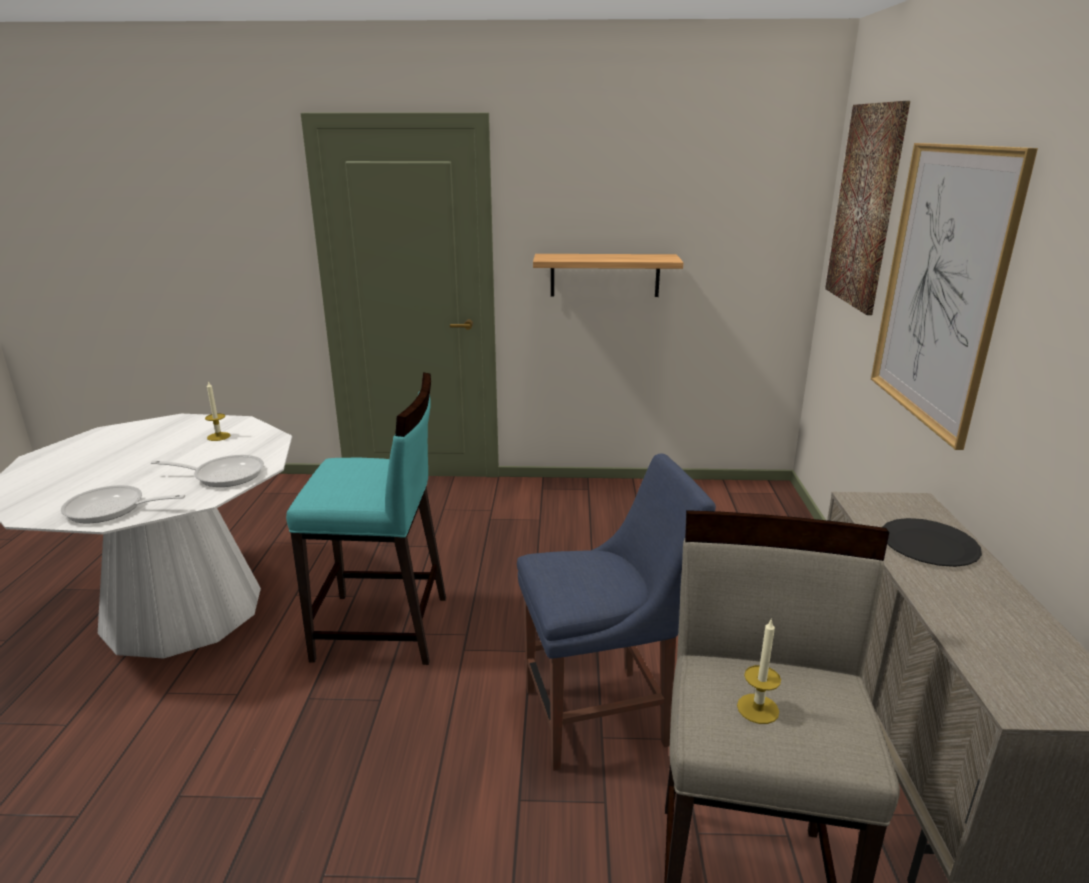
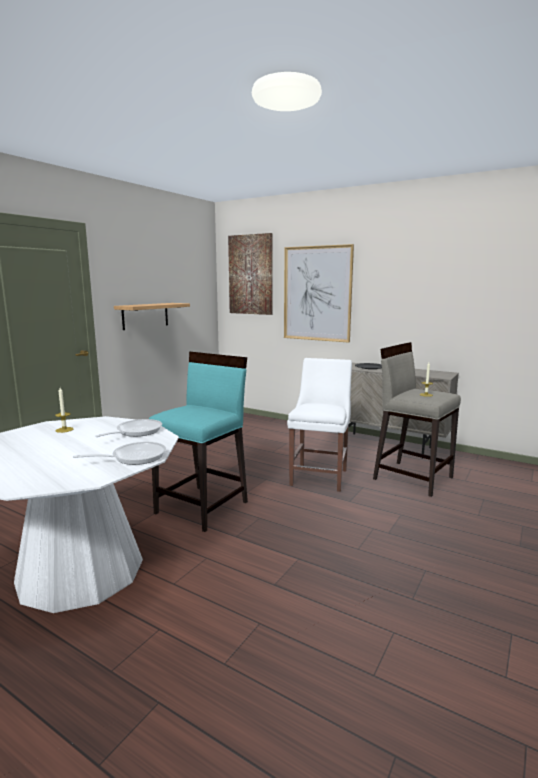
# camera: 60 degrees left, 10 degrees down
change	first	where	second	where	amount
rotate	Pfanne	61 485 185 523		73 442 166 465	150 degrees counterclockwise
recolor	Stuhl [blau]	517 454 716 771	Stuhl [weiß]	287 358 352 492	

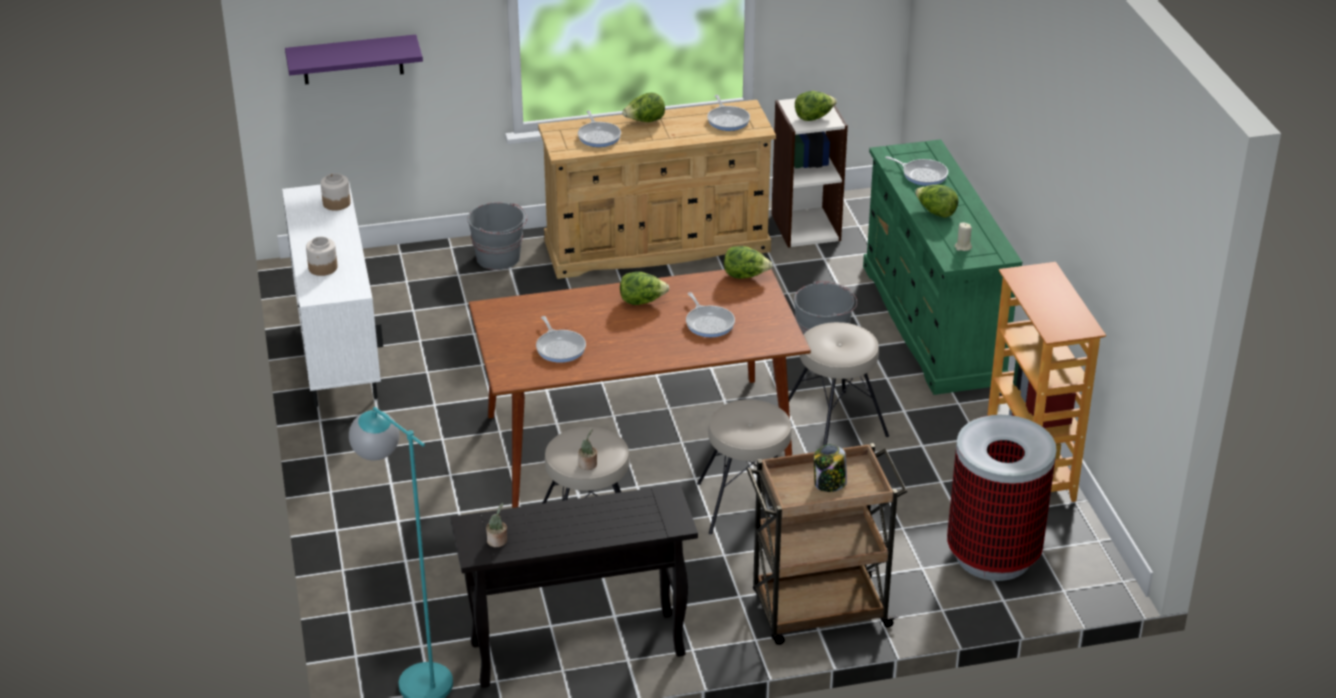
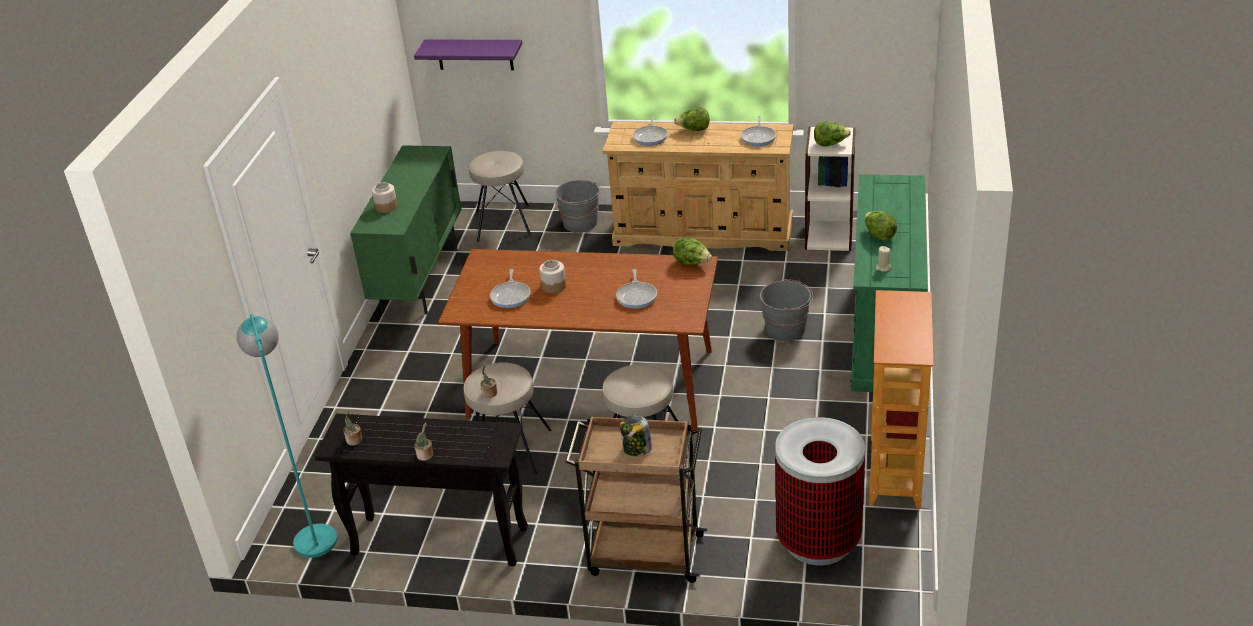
# camera: 25 degrees right, 0 degrees up
change	first	where	second	where	amount
recolor	Schrank [weiß]	282 183 383 407	Schrank [grün]	350 145 461 315	
insert			Topfpflanze	414 422 433 461	
move	Hocker [beige]	789 322 889 446		469 151 531 242	
move	Vorratsglas	321 173 351 211		539 260 566 293	
delete	Salatkopf	620 272 669 305			
delete	Pfanne	885 156 948 186			

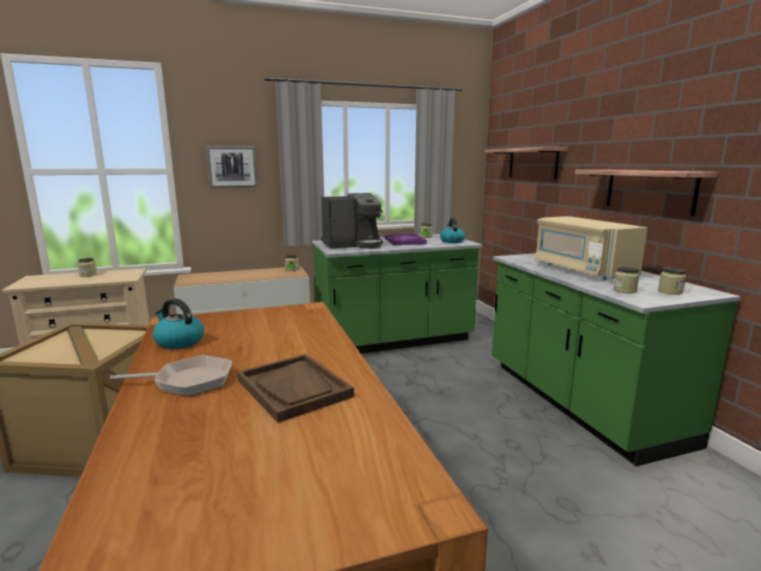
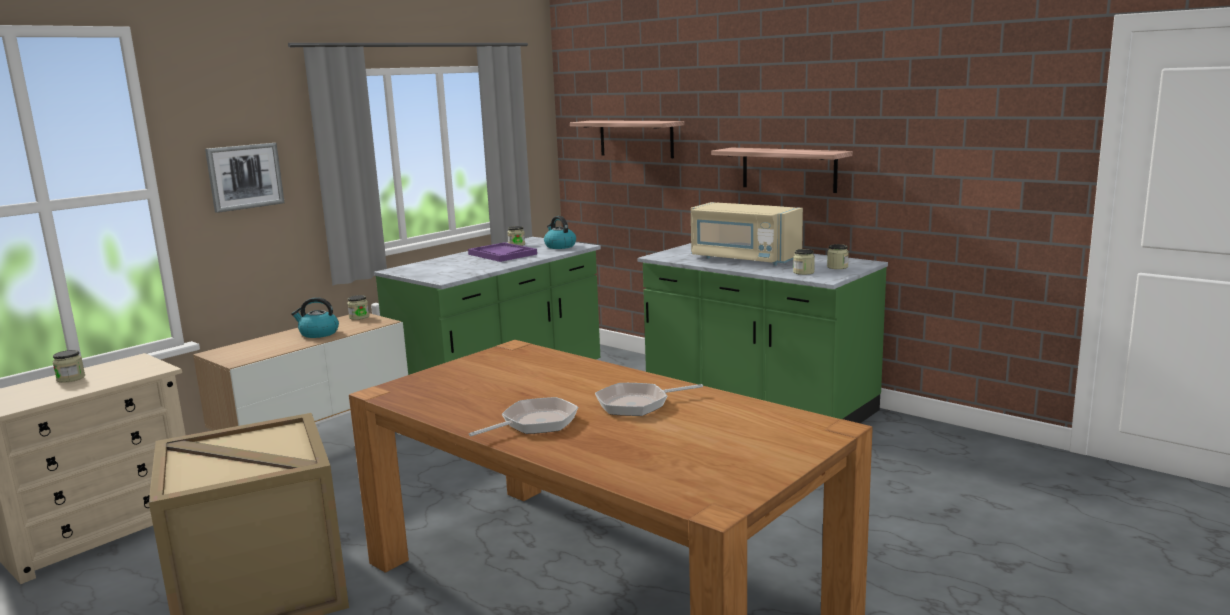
# camera: 30 degrees left, 0 degrees up
change	first	where	second	where	amount
move	Wasserkessel	153 298 204 349		291 297 339 338	
replace	Tablett [braun]	237 354 354 423	Pfanne	595 383 703 416	
delete	Kaffeemaschine	321 193 383 249			

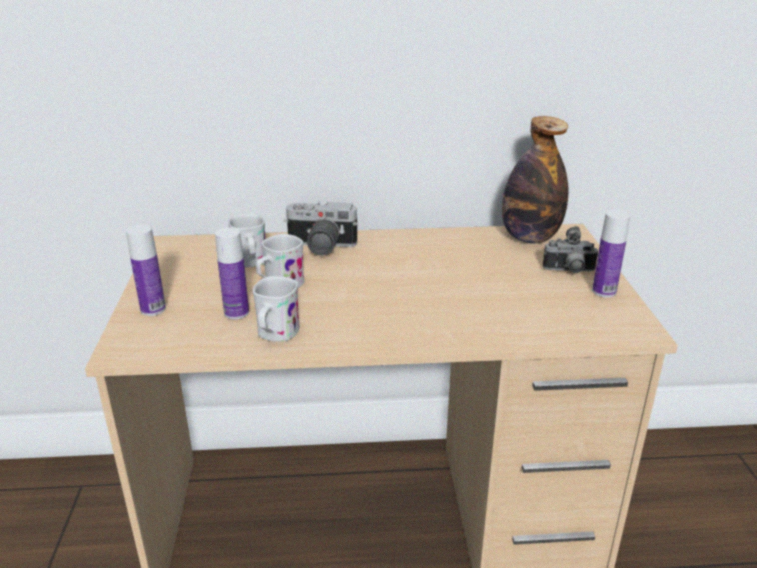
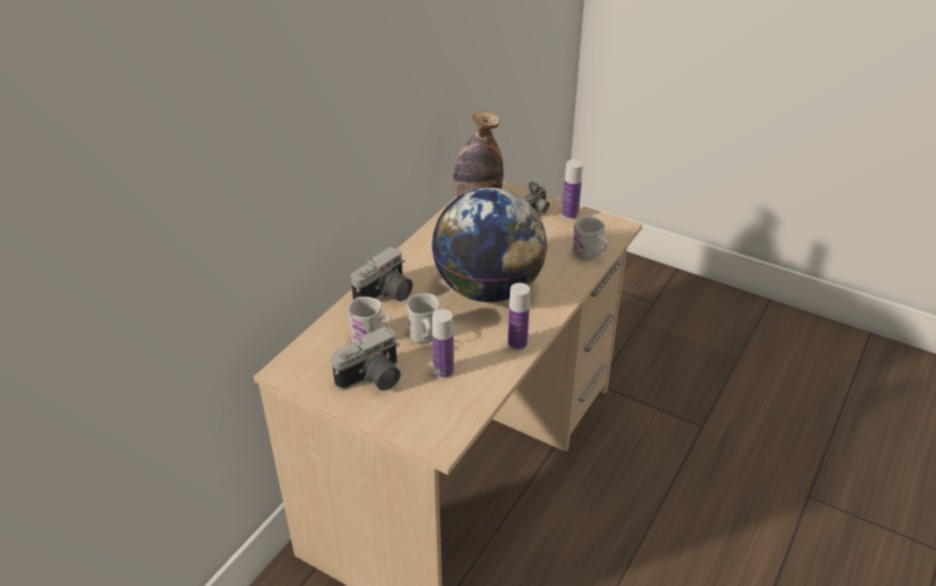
# camera: 55 degrees left, 10 degrees up
change	first	where	second	where	amount
insert			Kamera	331 327 401 391	
insert			Globus	432 188 547 302	
move	Flasche	126 224 166 316		508 283 530 351	
move	Henkelbecher [weiß]	253 276 299 342		572 216 608 262	

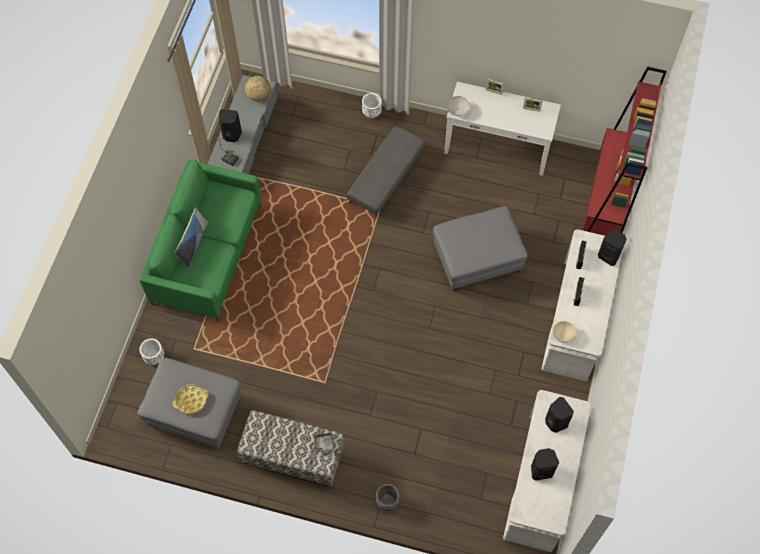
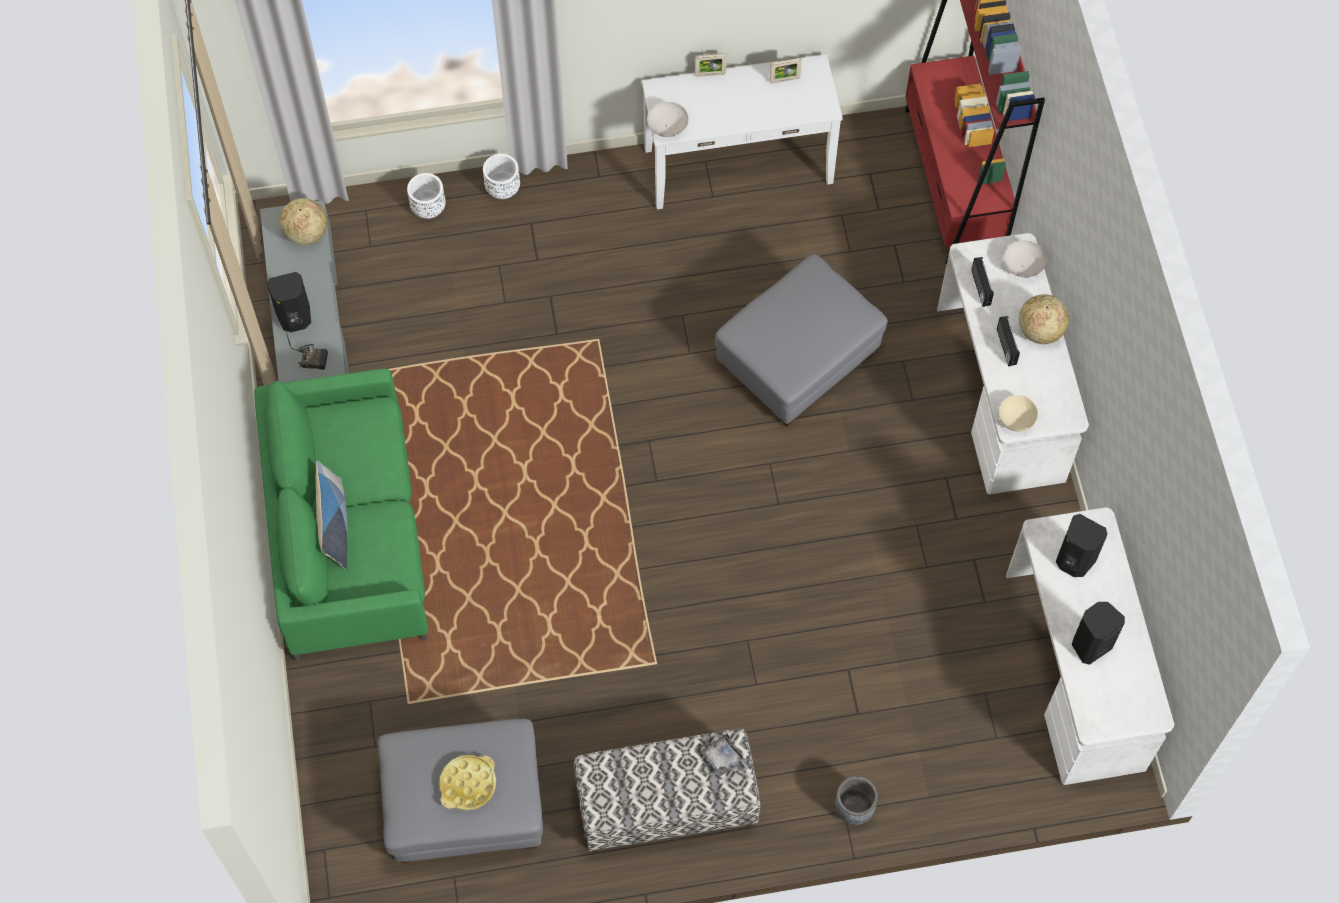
# camera: 25 degrees left, 0 degrees up
change	first	where	second	where	amount
move	Pflanzkübel [weiß]	139 338 164 365		407 173 446 219	
replace	Lautsprecher [schwarz]	598 230 627 266	Schüssel [weiß]	1004 240 1047 278	
insert			Globus	1019 294 1069 344	
delete	Polsterhocker [grau]	347 126 425 217			

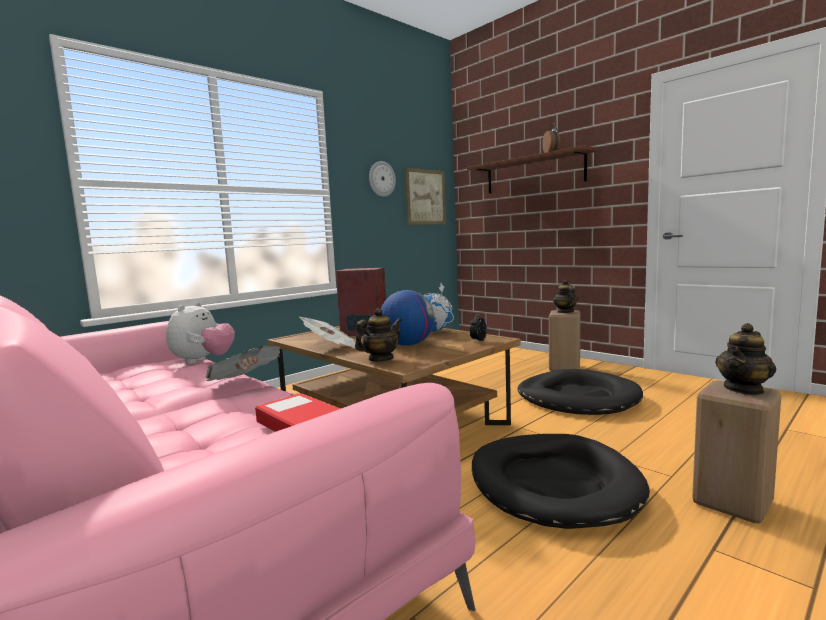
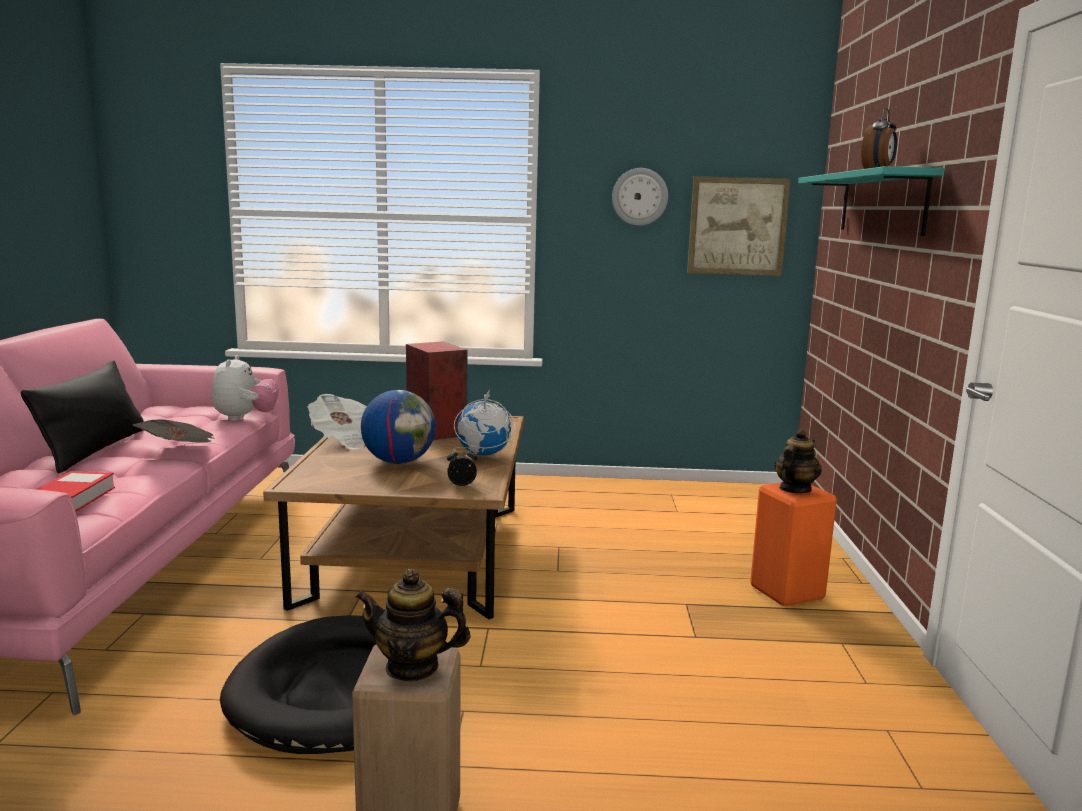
# camera: 45 degrees right, 5 degrees up
change	first	where	second	where	amount
insert			Kissen [schwarz]	21 360 144 473	
rotate	Plüschtier	166 302 235 364		212 355 279 421	60 degrees counterclockwise
recolor	Hocker [beige]	549 310 580 371	Hocker [orange]	750 483 837 606	
recolor	Wandregal [braun]	467 145 598 194	Wandregal [türkis]	798 166 944 236	
delete	Teekanne	355 308 402 362			
delete	Hundebett [schwarz]	517 369 643 415			

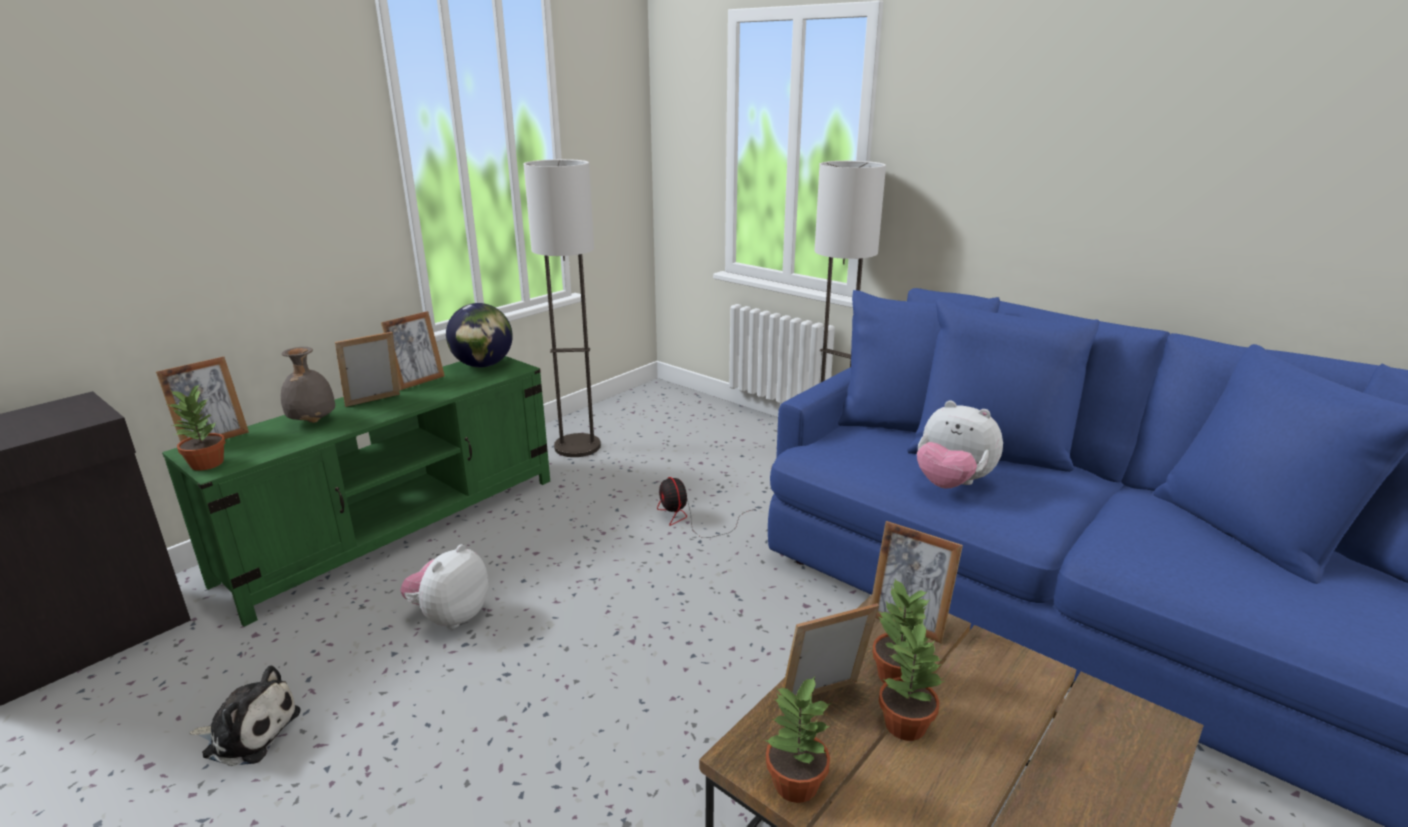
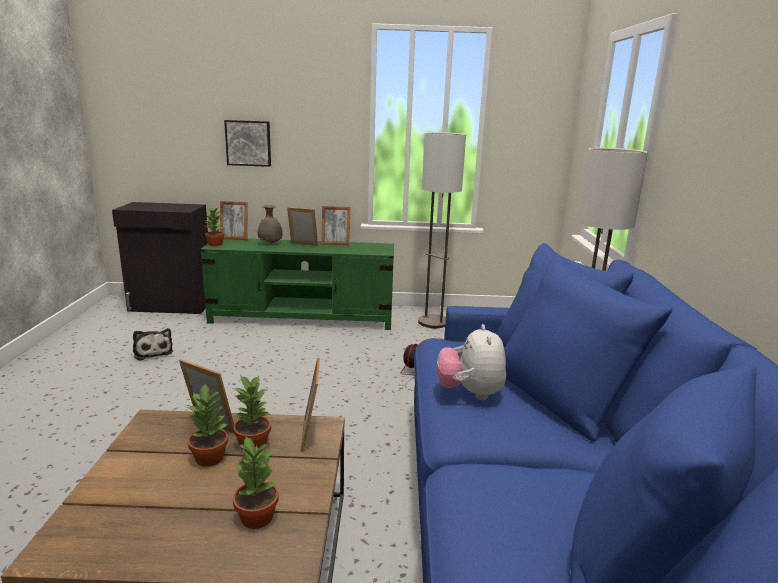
# camera: 50 degrees right, 5 degrees down
change	first	where	second	where	amount
insert			Bild	224 120 271 167	
move	Topfpflanze	764 676 831 803		233 436 279 529	
delete	Plüschtier	400 544 489 629			
delete	Globus	446 303 513 367			

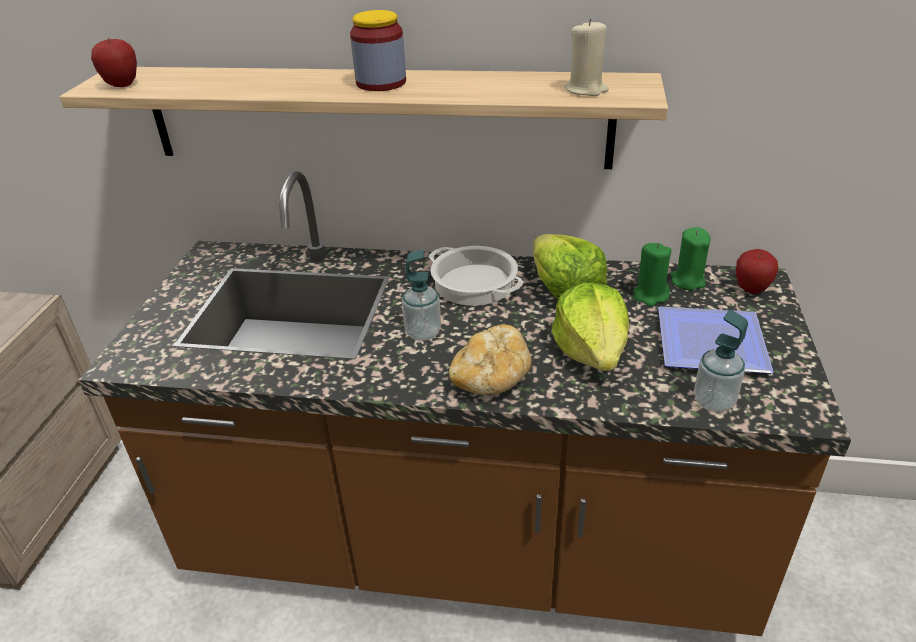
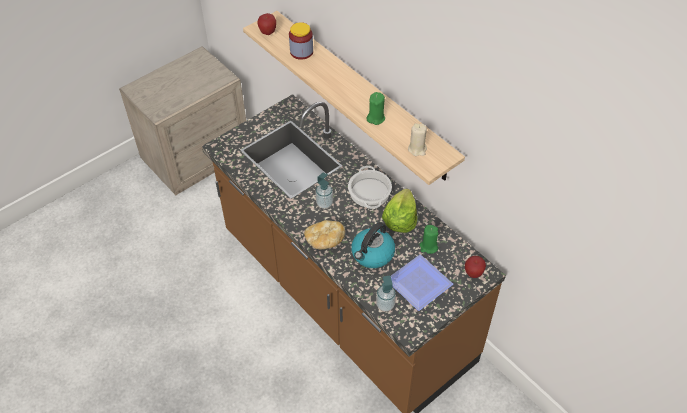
# camera: 40 degrees right, 15 degrees up
change	first	where	second	where	amount
move	Vorratsglas	350 10 406 91		289 22 313 60	
replace	Salatkopf	552 282 629 371	Wasserkessel	351 222 395 268	
move	Kerze [grün]	670 227 711 290		366 92 385 125	

